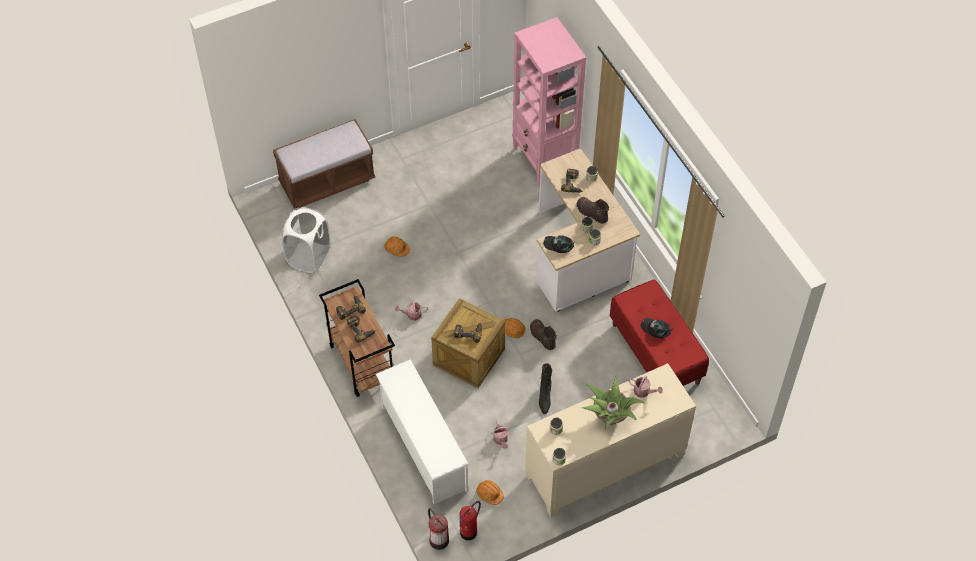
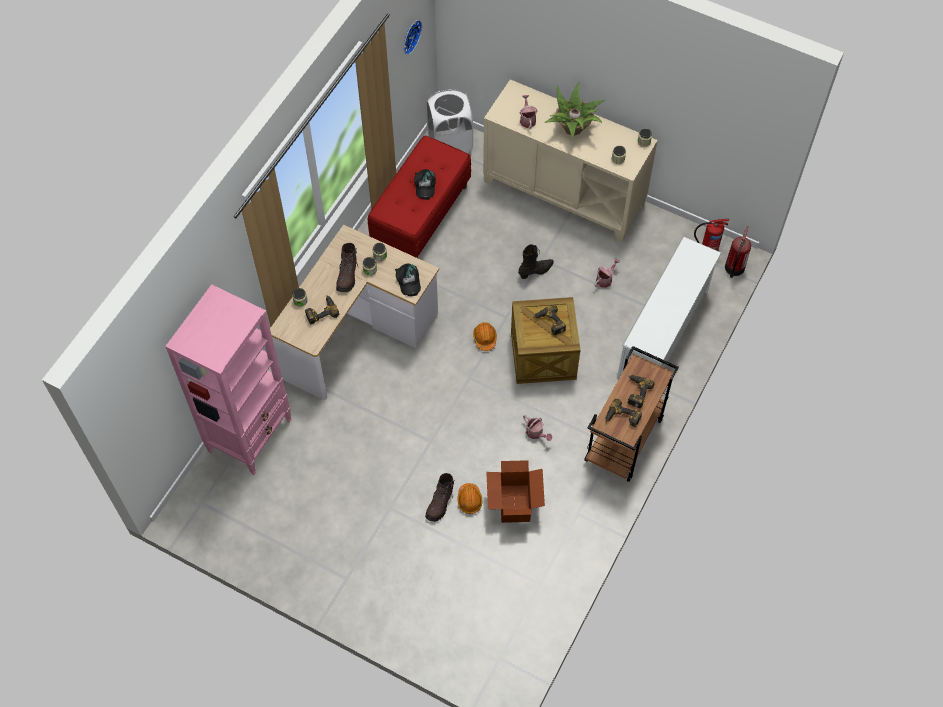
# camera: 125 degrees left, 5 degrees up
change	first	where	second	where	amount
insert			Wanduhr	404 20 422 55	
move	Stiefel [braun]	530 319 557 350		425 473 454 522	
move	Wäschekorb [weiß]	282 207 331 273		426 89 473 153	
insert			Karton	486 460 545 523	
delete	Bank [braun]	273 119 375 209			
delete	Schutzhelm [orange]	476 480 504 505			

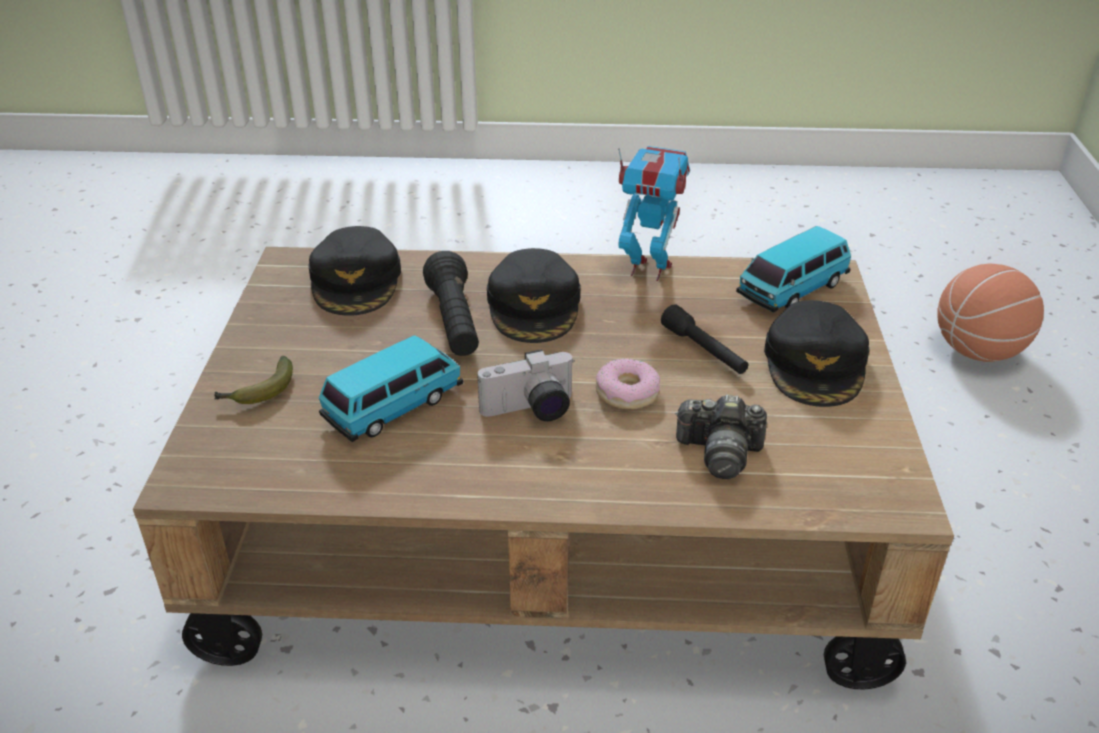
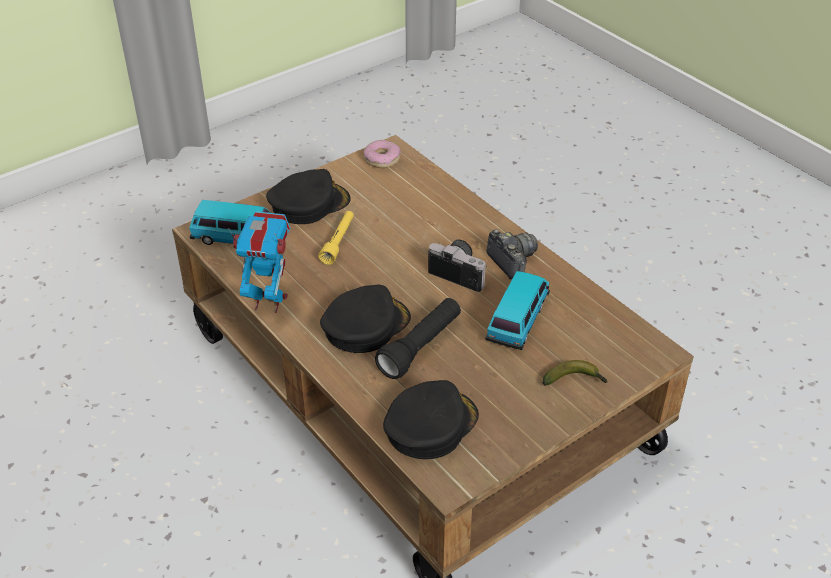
# camera: 130 degrees left, 5 degrees up
change	first	where	second	where	amount
rotate	Spielzeugroboter	618 146 690 281		228 211 290 313	120 degrees clockwise
recolor	Taschenlampe [schwarz]	661 304 748 374	Taschenlampe [gelb]	318 211 354 265	
move	Donut	596 358 660 409		364 140 401 168	
rotate	Spielzeugauto	319 335 463 442		485 271 550 350	105 degrees clockwise
move	Kamera	675 394 767 479		486 229 538 279	
delete	Basketball	937 264 1044 362			

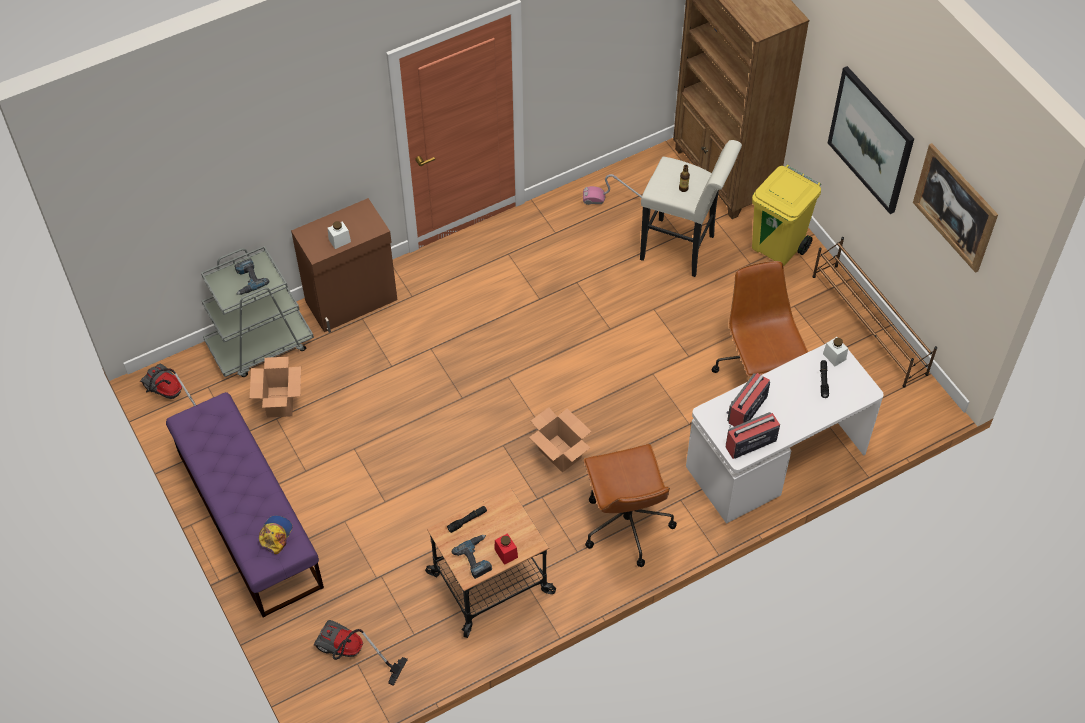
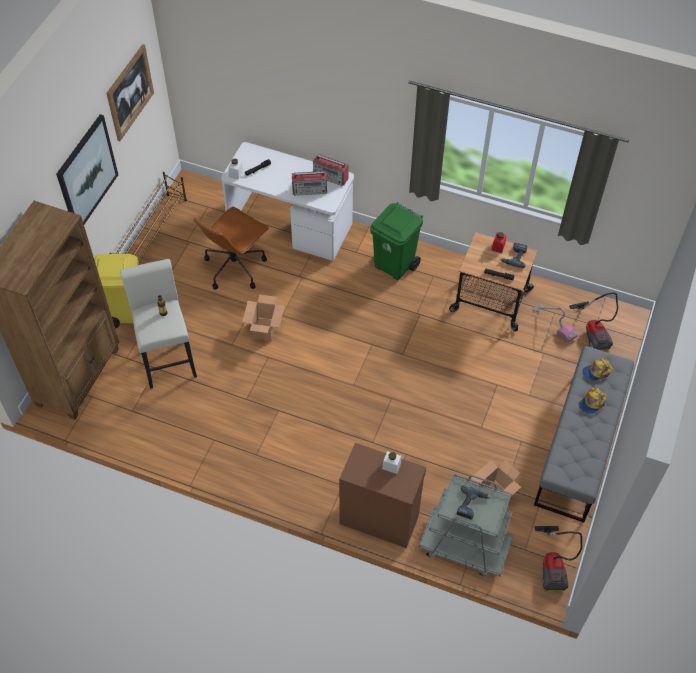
# camera: 130 degrees left, 0 degrees up
change	first	where	second	where	amount
move	Karton	529 407 592 473		242 294 285 341	
replace	Bürostuhl [braun]	583 444 677 567	Mülleimer [grün]	370 202 423 280	
move	Staubsauger	583 174 642 205		532 304 578 343	
recolor	Bank [lila]	166 392 324 618	Bank [grau]	534 346 634 523	
insert			Kappe	578 388 607 414	

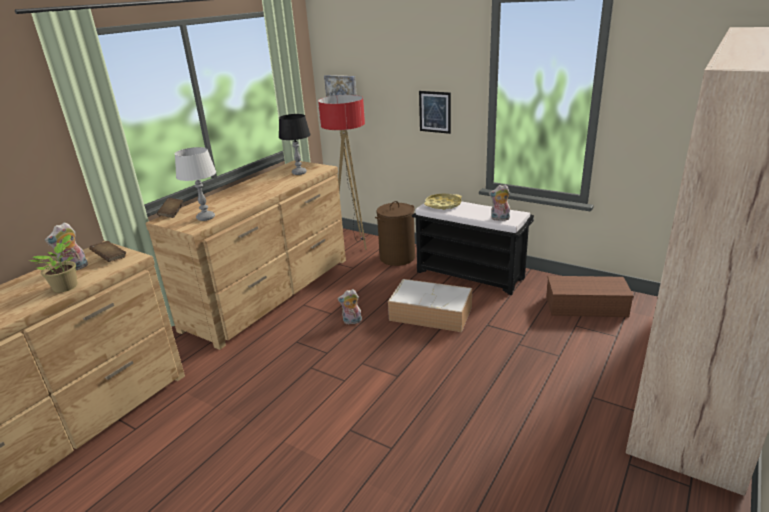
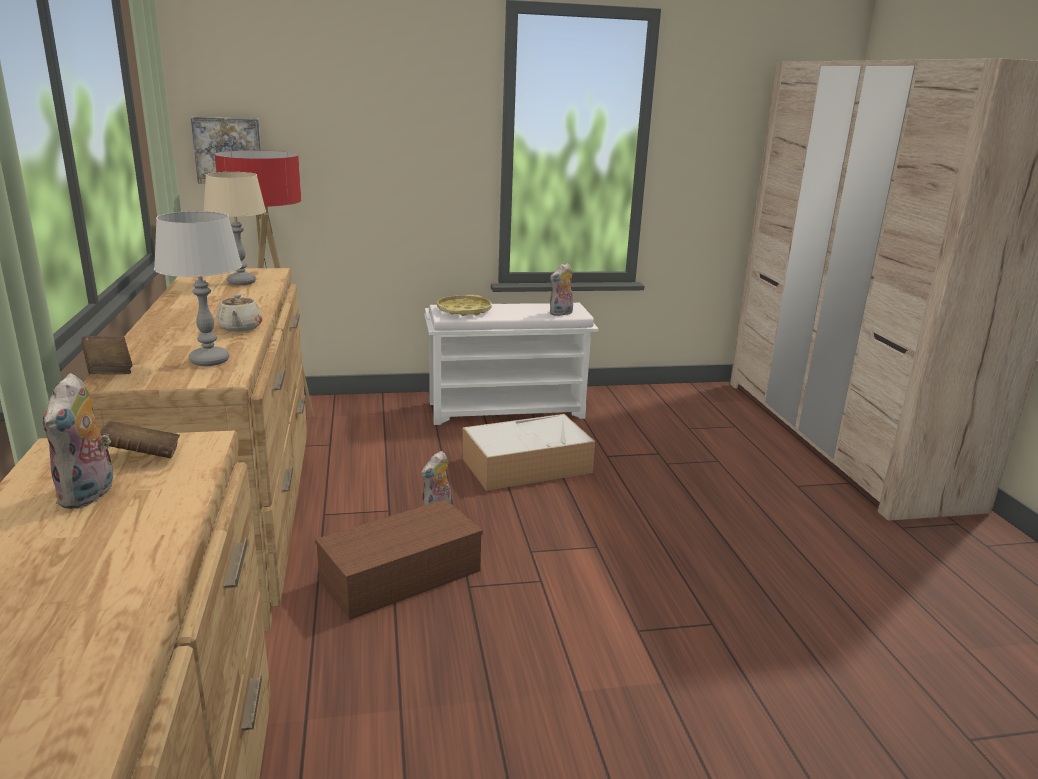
# camera: 45 degrees left, 5 degrees down
change	first	where	second	where	amount
recolor	Tischlampe [schwarz]	279 114 311 175	Tischlampe [beige]	204 172 266 285	
insert			Teekanne [beige]	216 294 263 332	
move	Aufbewahrungsbox [braun]	546 276 634 317		315 499 483 620	
recolor	Bank [schwarz]	412 202 534 295	Bank [weiß]	424 303 599 425	
delete	Topfpflanze	30 234 77 292			
delete	Wäschekorb [braun]	375 201 415 266			
delete	Bild	419 91 451 134			

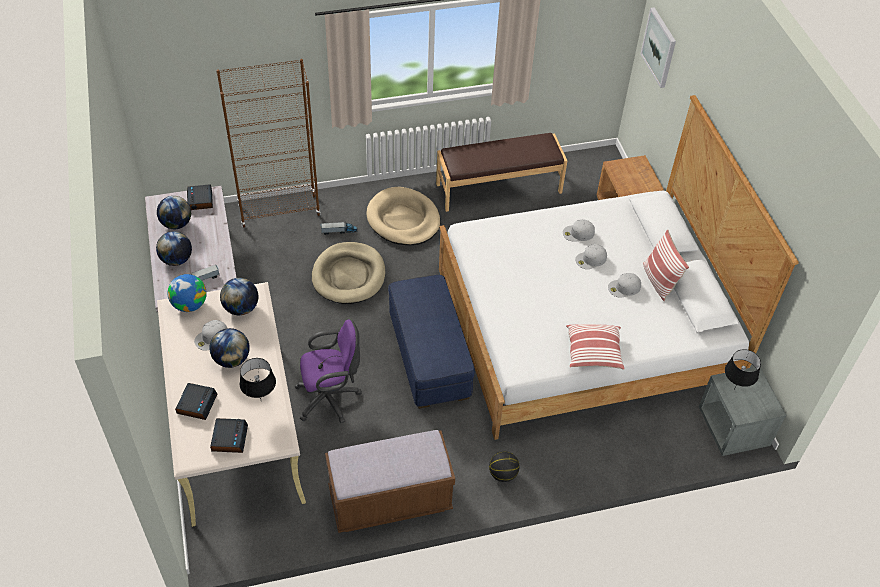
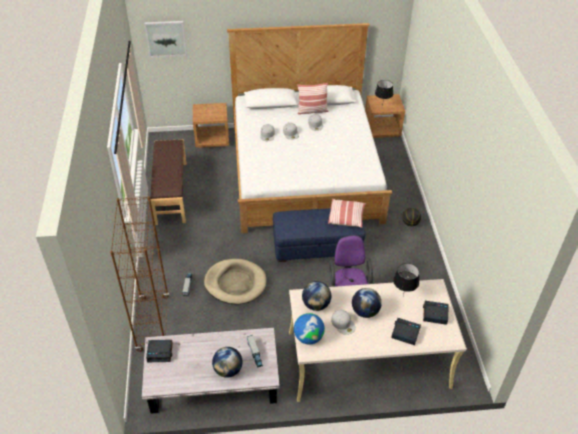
# camera: 80 degrees left, 5 degrees down
change	first	where	second	where	amount
move	Kissen	566 324 625 370		328 199 366 228	
recolor	Nachttisch [grau]	698 367 786 456	Nachttisch [braun]	365 94 405 138	
delete	Globus	157 196 191 229			
delete	Bank [braun]	325 430 455 533			
delete	Hundebett [beige]	366 187 440 245			

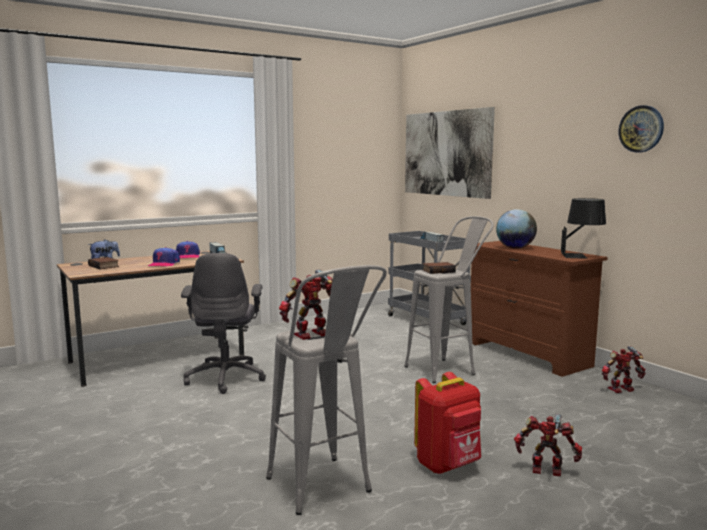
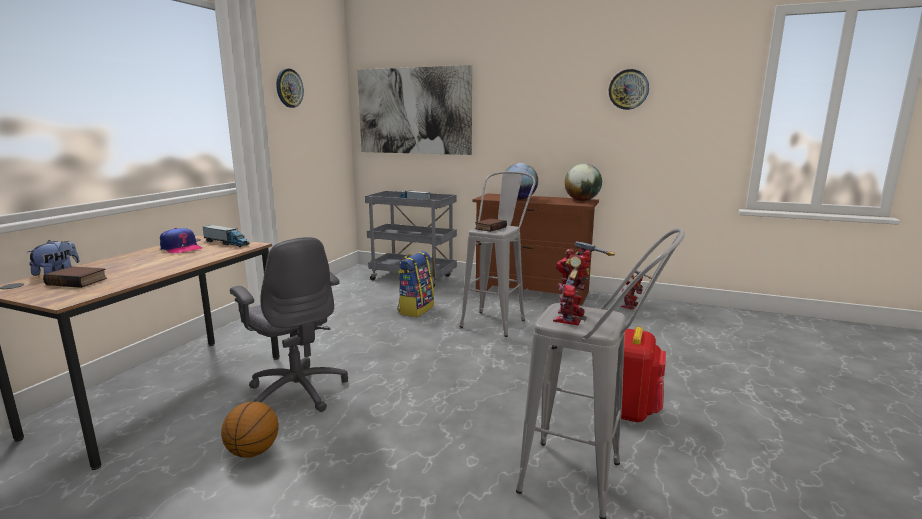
# camera: 35 degrees left, 5 degrees up
change	first	where	second	where	amount
insert			Basketball	221 401 279 458	
insert			Wanduhr	276 69 304 108	
insert			Rucksack	397 251 434 317	
replace	Tischlampe [schwarz]	561 198 606 259	Globus	564 164 602 201	
delete	Kappe	148 247 180 267			
delete	Spielzeugroboter	514 414 582 476			

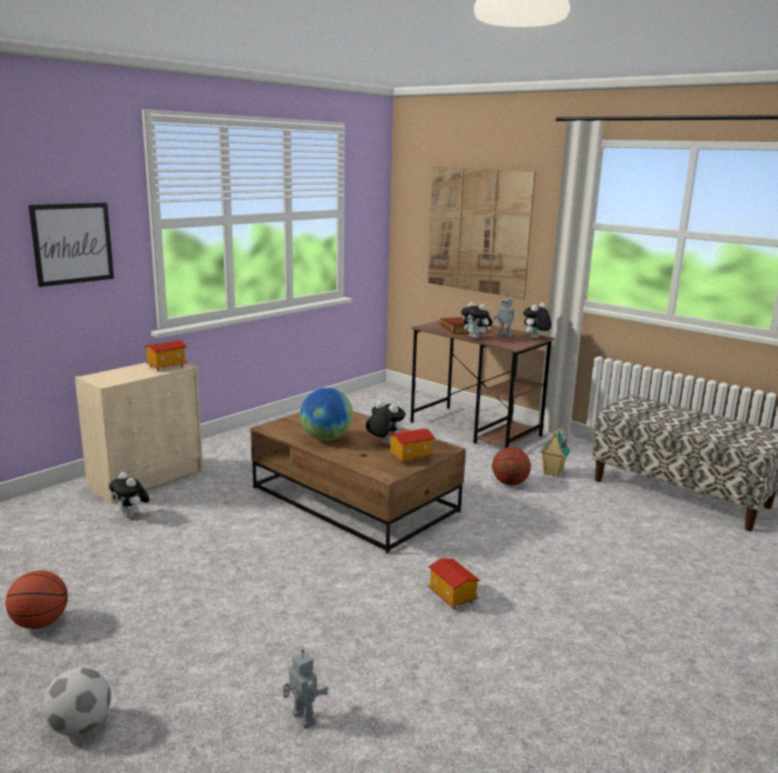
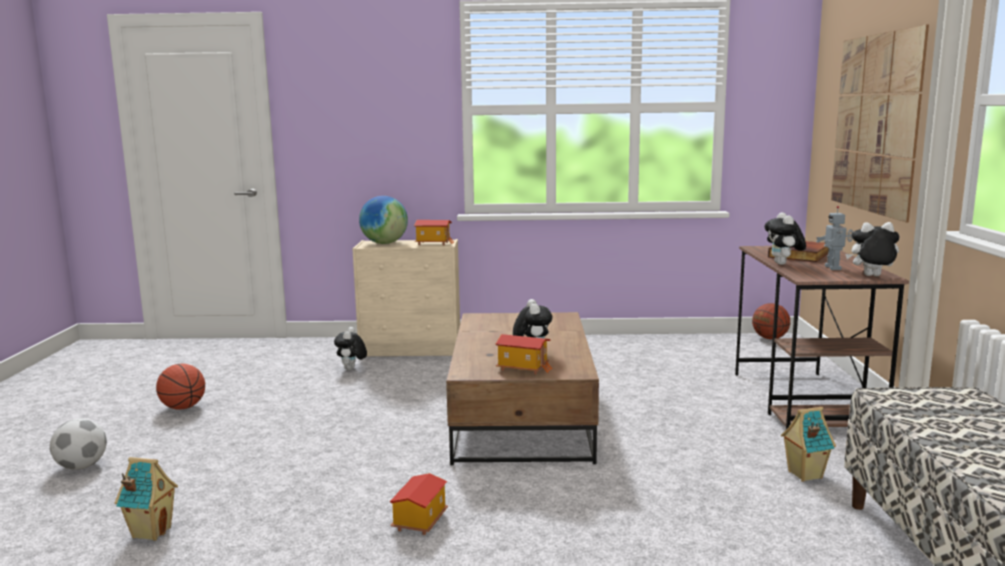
# camera: 50 degrees right, 5 degrees down
change	first	where	second	where	amount
replace	Spielzeugroboter	283 649 328 729	Spielzeughaus	115 457 178 541	
move	Globus	300 388 353 441		359 196 408 244	
move	Basketball	492 447 531 485		752 303 790 339	
delete	Bild	29 203 114 287			

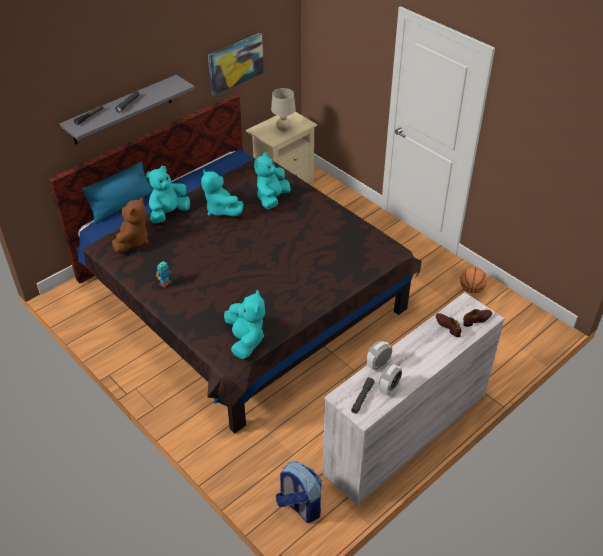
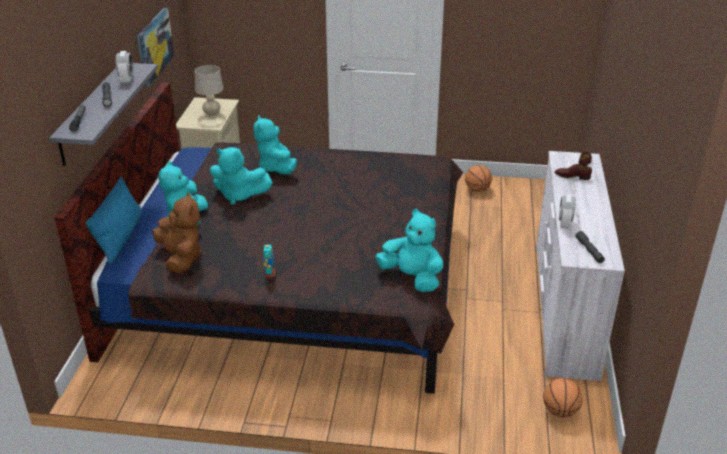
# camera: 40 degrees left, 10 degrees down
change	first	where	second	where	amount
move	Wecker	379 364 402 396		116 51 134 84	
replace	Rucksack	276 461 322 523	Basketball	543 378 583 418	

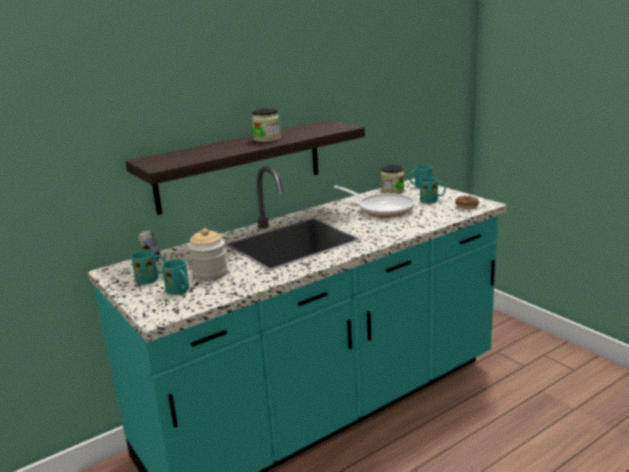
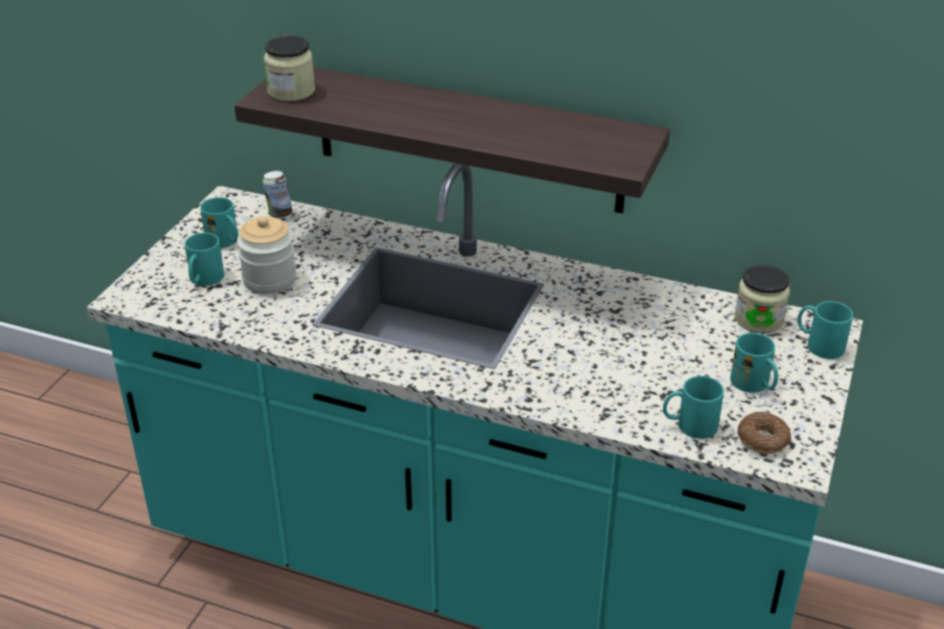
# camera: 55 degrees right, 15 degrees up
change	first	where	second	where	amount
move	Vorratsglas	252 108 281 142		264 36 315 101	
insert			Henkelbecher [türkis]	663 376 724 439	
delete	Pfanne	334 186 415 217			

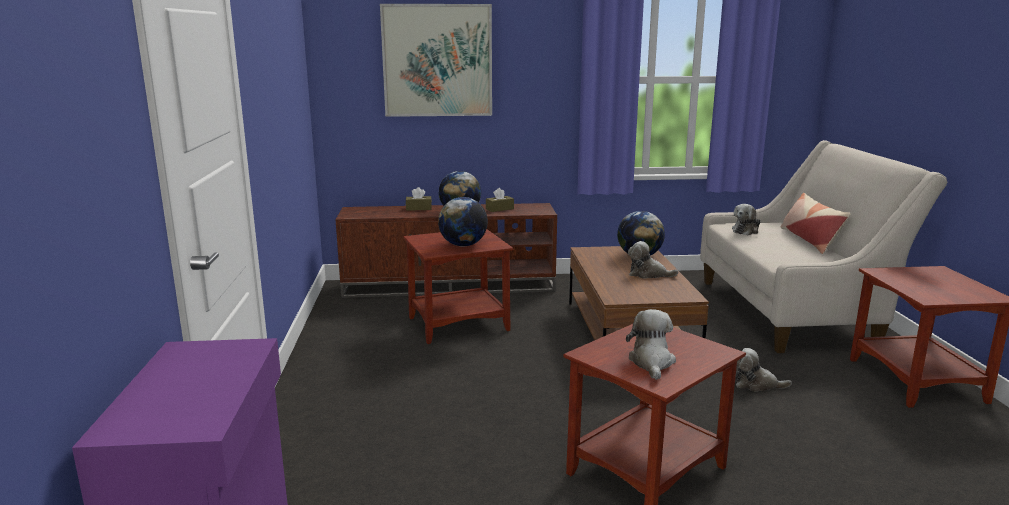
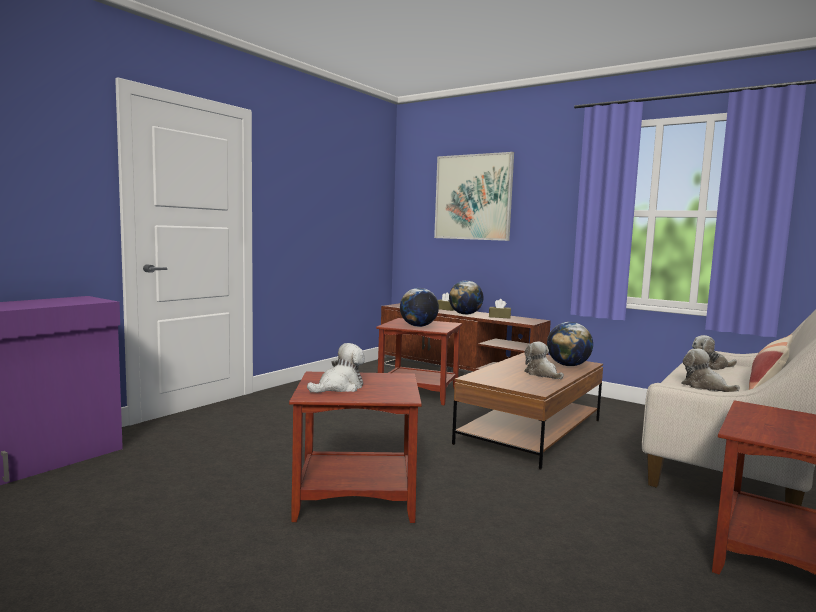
# camera: 40 degrees right, 10 degrees down
change	first	where	second	where	amount
move	Plüschtier	735 348 792 392		681 349 740 392	

